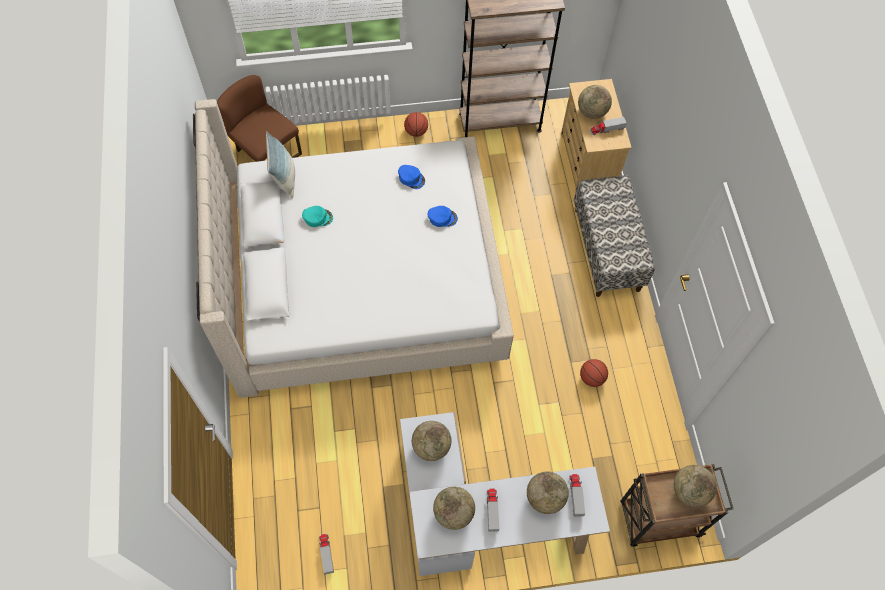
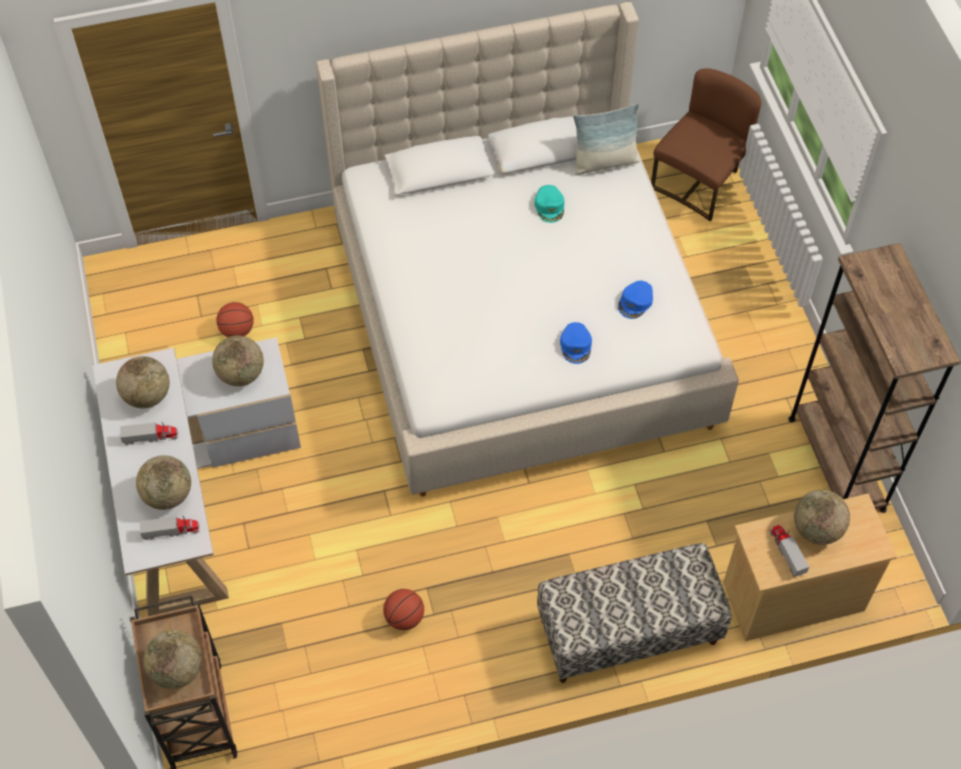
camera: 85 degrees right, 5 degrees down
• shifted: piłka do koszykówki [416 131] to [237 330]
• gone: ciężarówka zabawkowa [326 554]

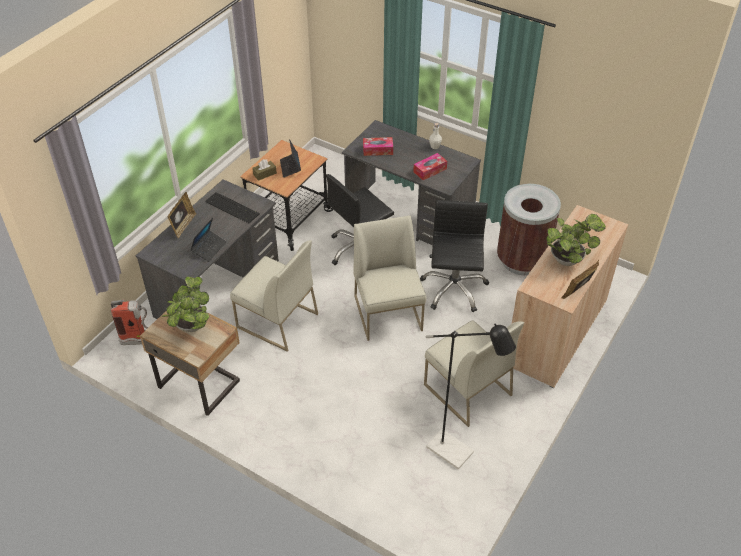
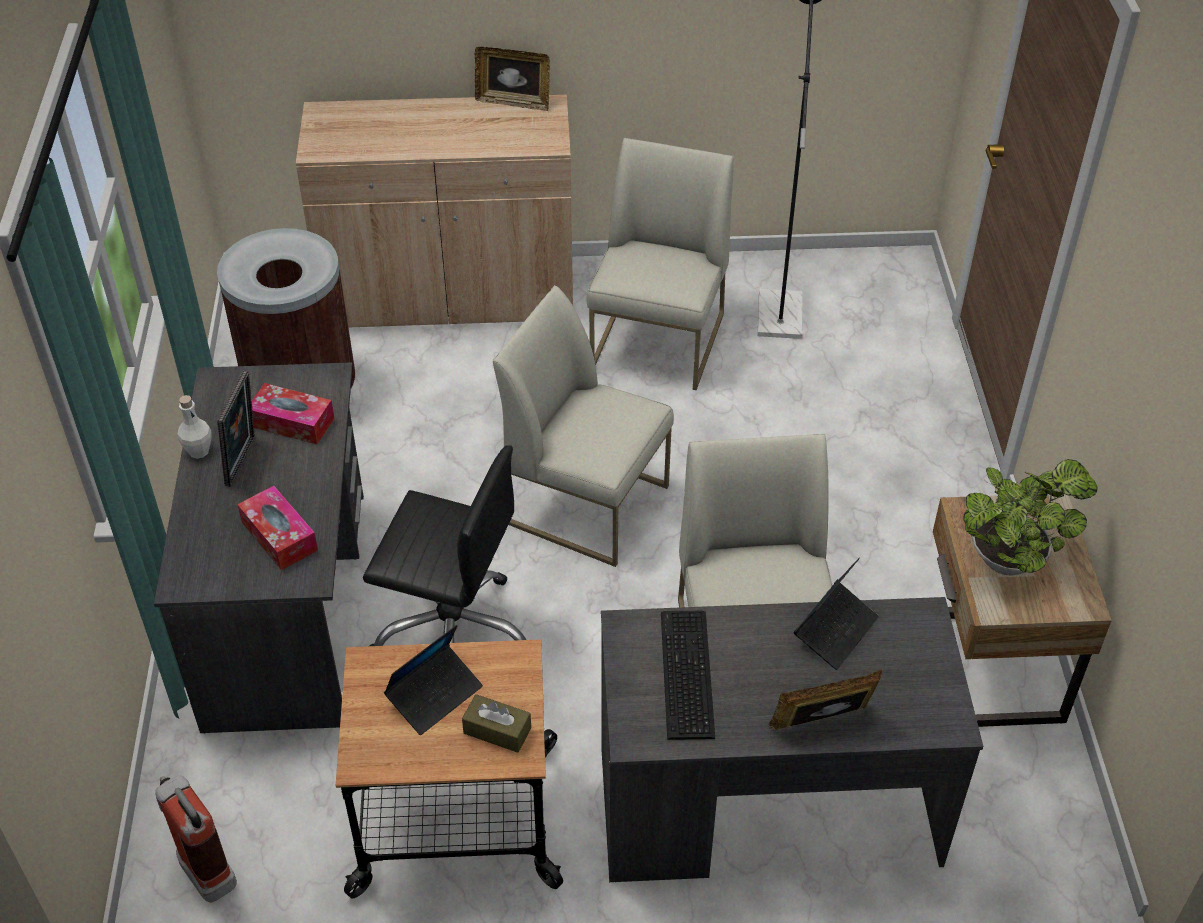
camera: 125 degrees left, 0 degrees up
• shifted: gaśnica [139 340] to [202 865]
• new: ramka na zdjęcie [244 462]
• rotated: krzesło [biały] [388 313] = [587 503] 75 degrees clockwise
• rotated: laptop [209 248] = [835 630] 135 degrees clockwise
• gone: krzesło biurowe [czarny] [453 289]
• gone: roślina doniczkowa [568 259]

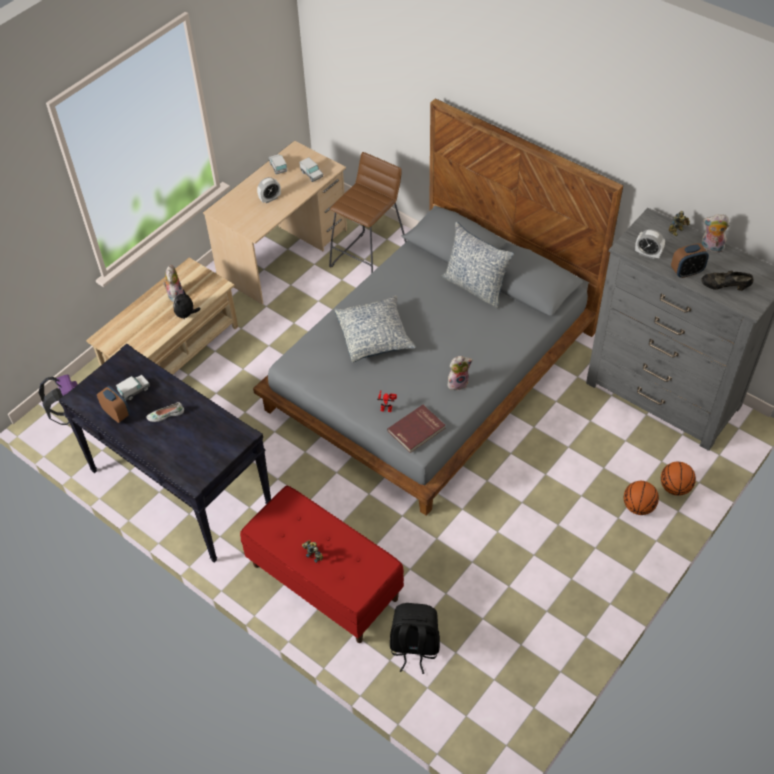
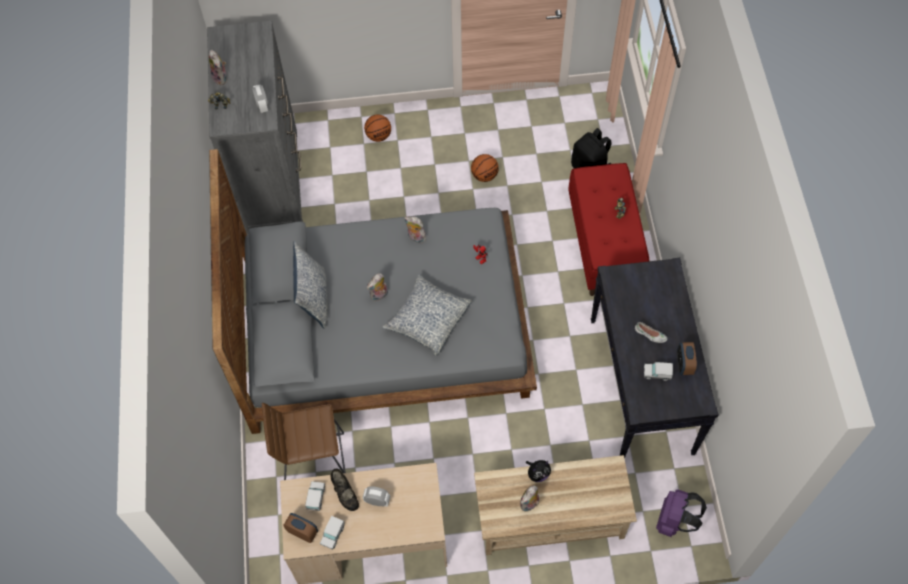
camera: 135 degrees left, 10 degrees up
• shifted: budzik [686 272] to [303 532]
• shifted: but [czarny] [724 287] to [345 493]
• new: pluszak [379 295]
• shifted: piłka do koszykówki [674 487] to [484 175]
• gone: książka [czerwony] [417 430]

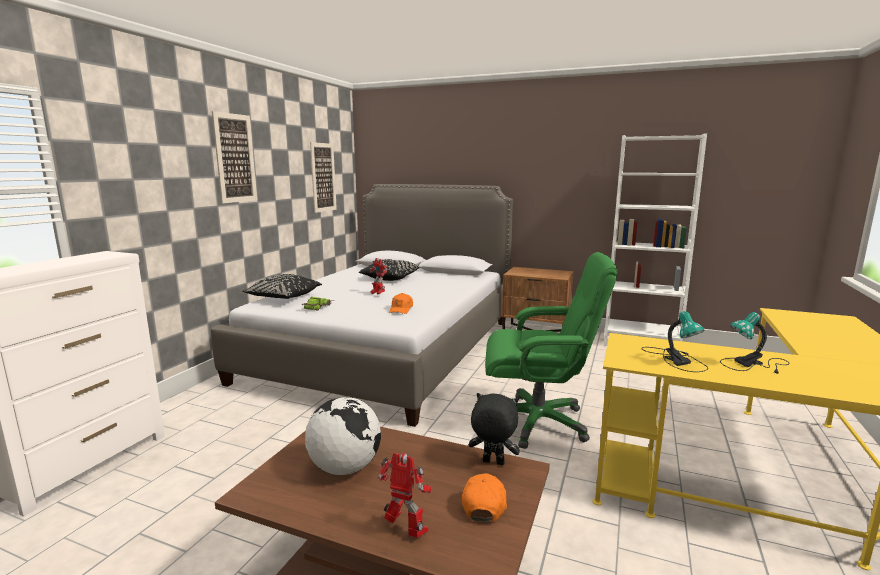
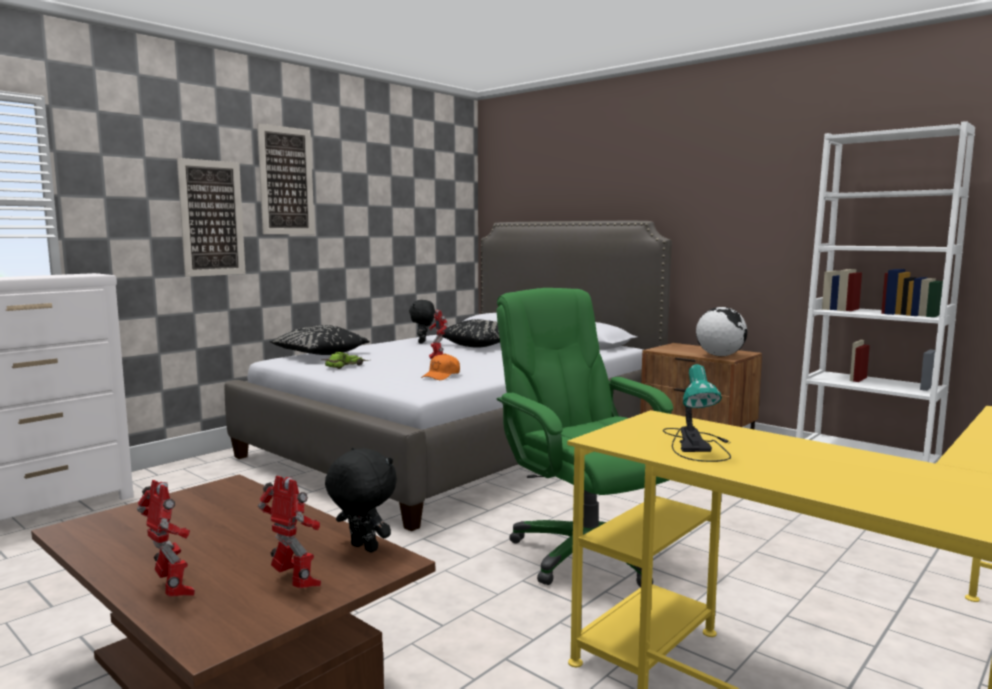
camera: 20 degrees right, 5 degrees down
• shifted: obraz [323 177] to [212 218]
• swapped: czapka z daszkiem [pomarańczowy] [484 503] to robot zabawkowy [295 584]
• new: pluszak [czarny] [423 342]
• rotated: krzesło biurowe [zielony] [538 422] = [587 553] 150 degrees counterclockwise
• shifted: globus [345 468] to [719 356]
• gone: lampa stołowa [754 364]

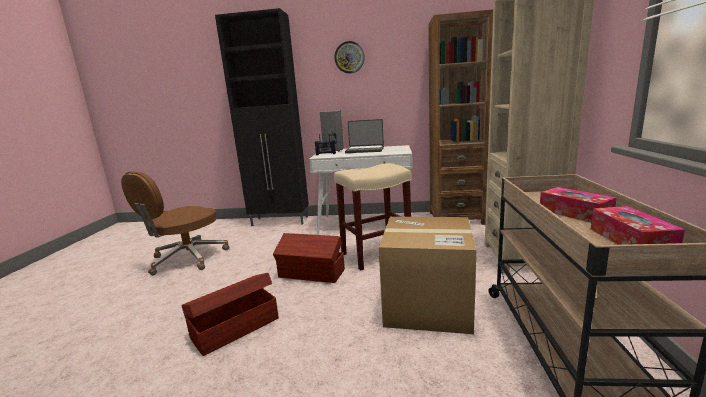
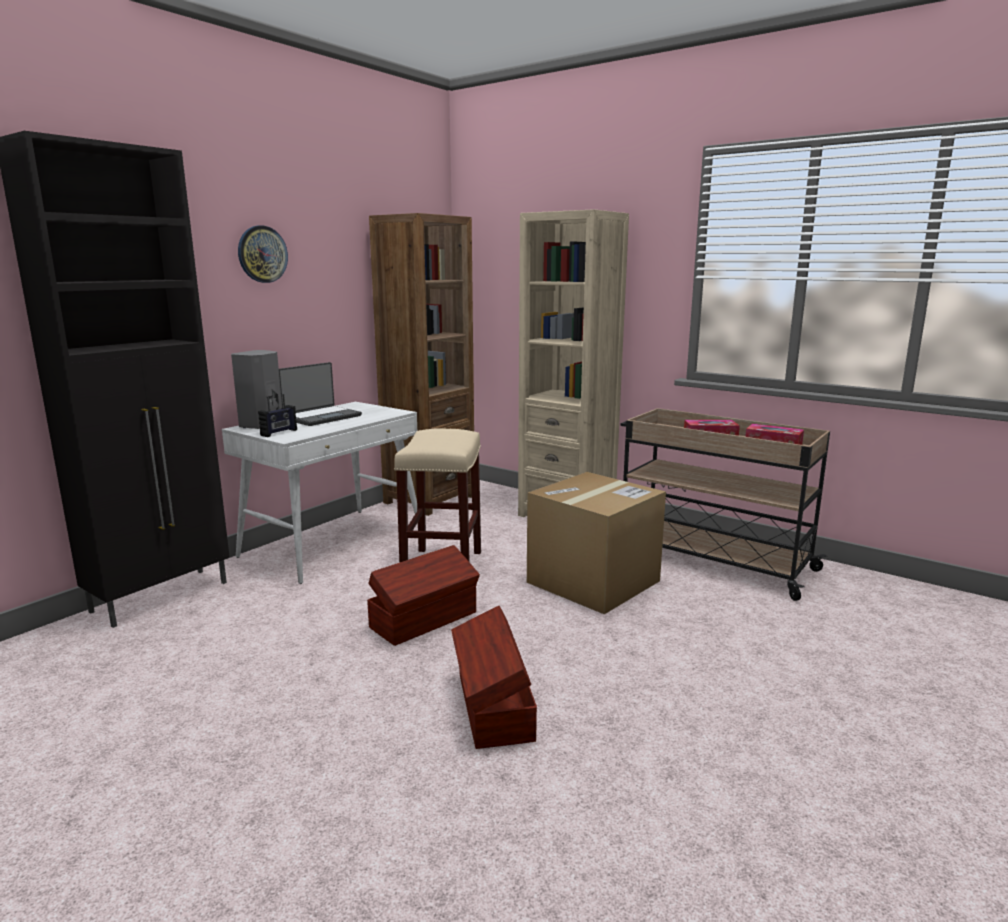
camera: 60 degrees left, 0 degrees up
• gone: krzesło biurowe [brązowy] [186 259]

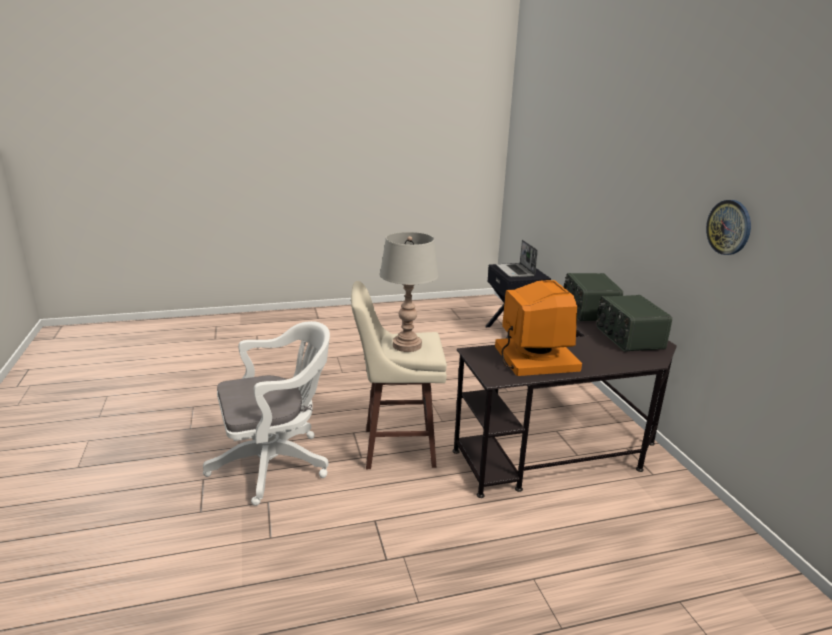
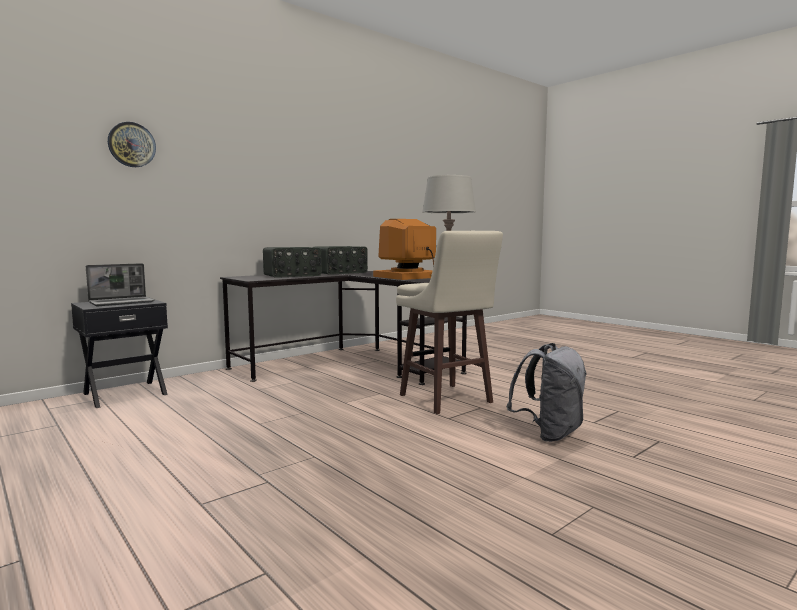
camera: 115 degrees left, 15 degrees down
• shifted: zegar ścienny [729 227] to [131 145]
• swapped: krzesło biurowe [biały] [276 463] to plecak [szary] [549 434]

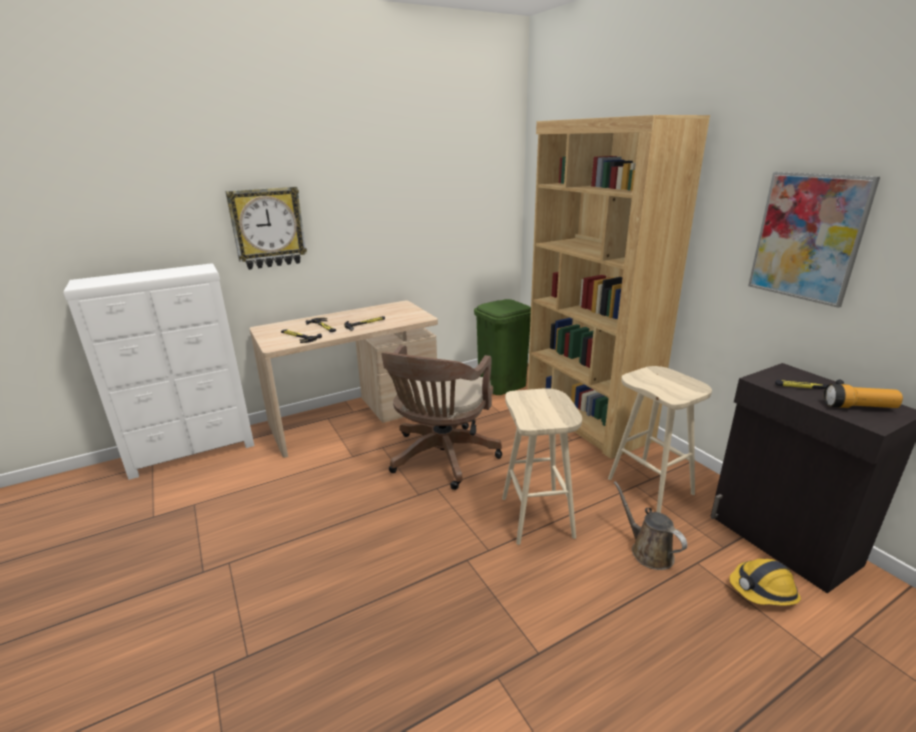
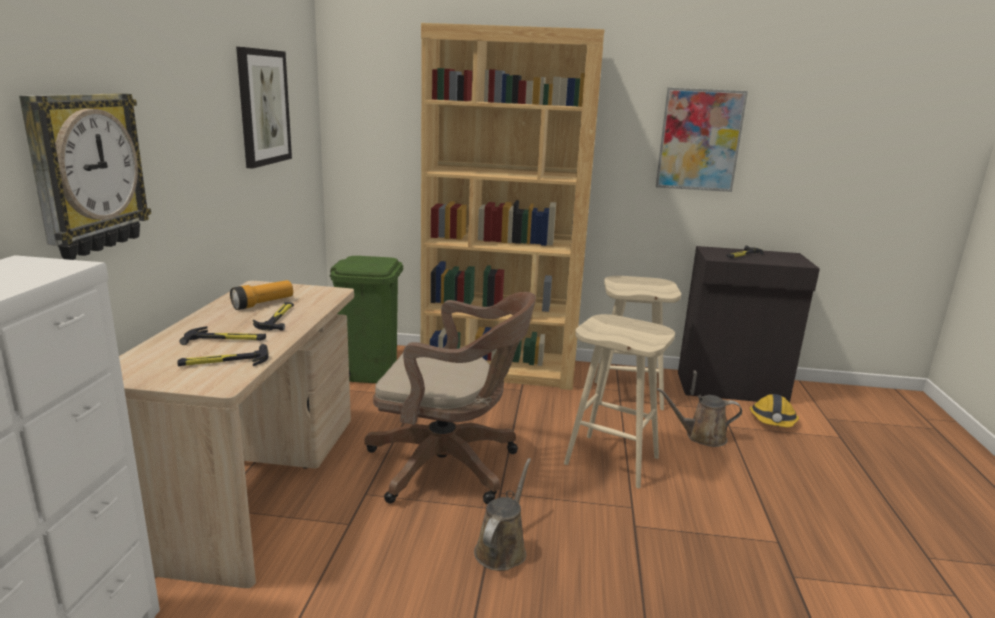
camera: 55 degrees left, 5 degrees down
• shifted: latarka [858 407] to [263 304]
• new: obraz [263 107]
• rotated: krzesło biurowe [brązowy] [441 459] = [450 466] 45 degrees counterclockwise
• new: konewka [brązowy] [502 549]

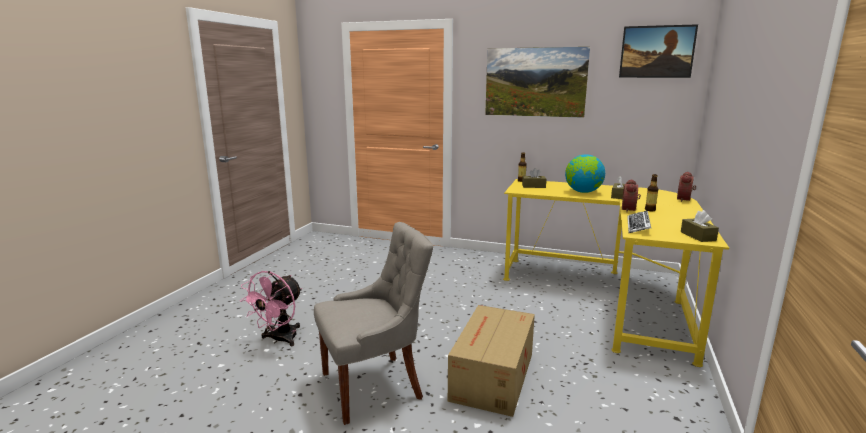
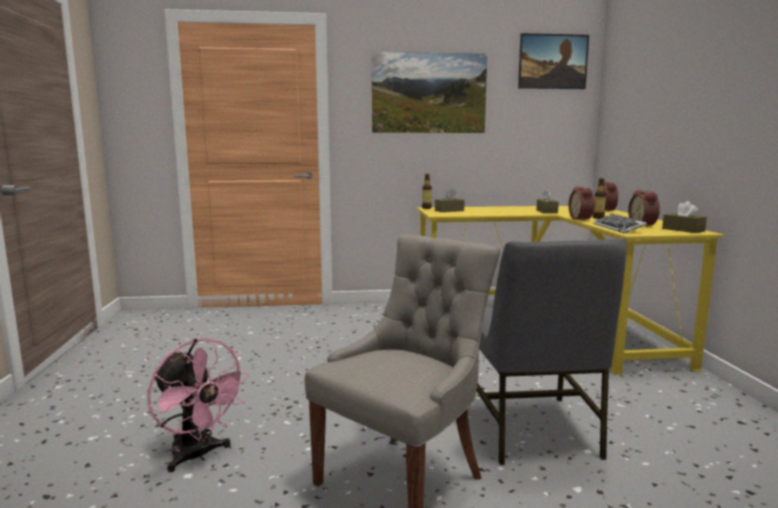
camera: 25 degrees left, 5 degrees down
• rotated: wentylator [różowy] [279 340] = [198 456] 45 degrees counterclockwise
• swapped: karton [491 377] to krzesło [szary] [531 429]
• new: budzik [644 225]
• gone: globus [583 192]

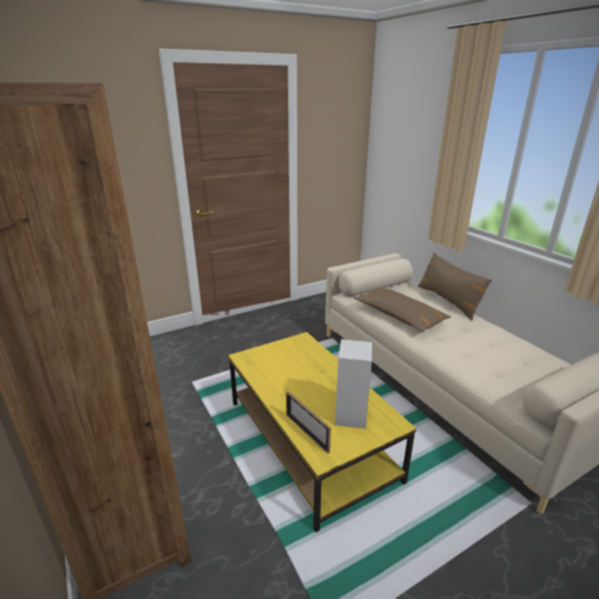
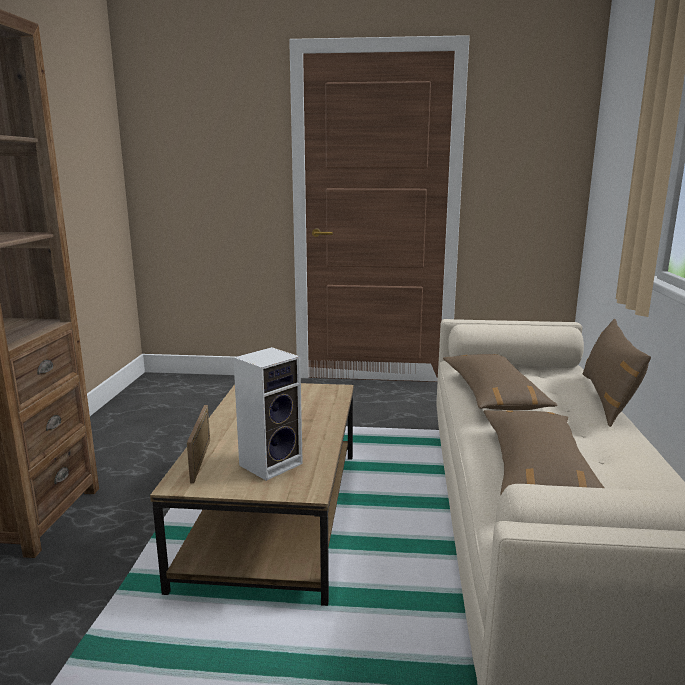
camera: 35 degrees right, 10 degrees down
• repainted: ława [żółty] [311 440] to ława [brązowy] [275 515]
• new: poduszka [brązowy] [537 471]

